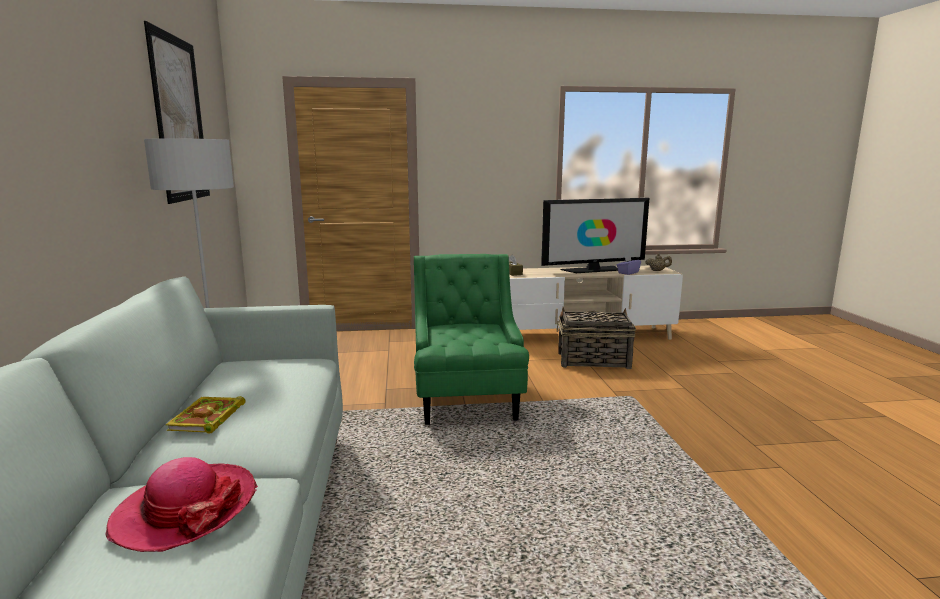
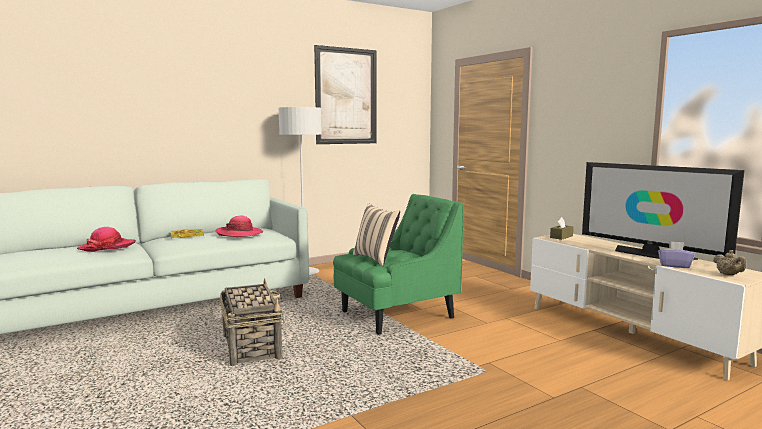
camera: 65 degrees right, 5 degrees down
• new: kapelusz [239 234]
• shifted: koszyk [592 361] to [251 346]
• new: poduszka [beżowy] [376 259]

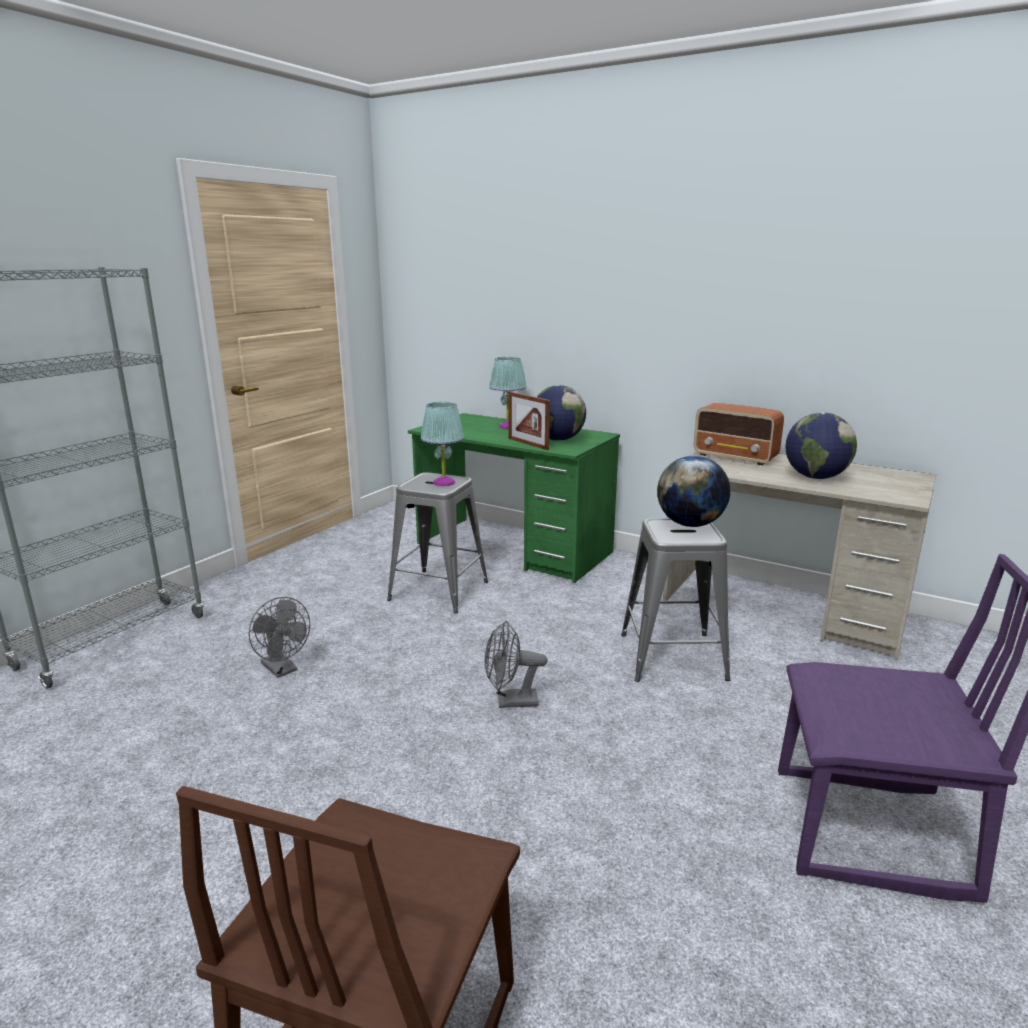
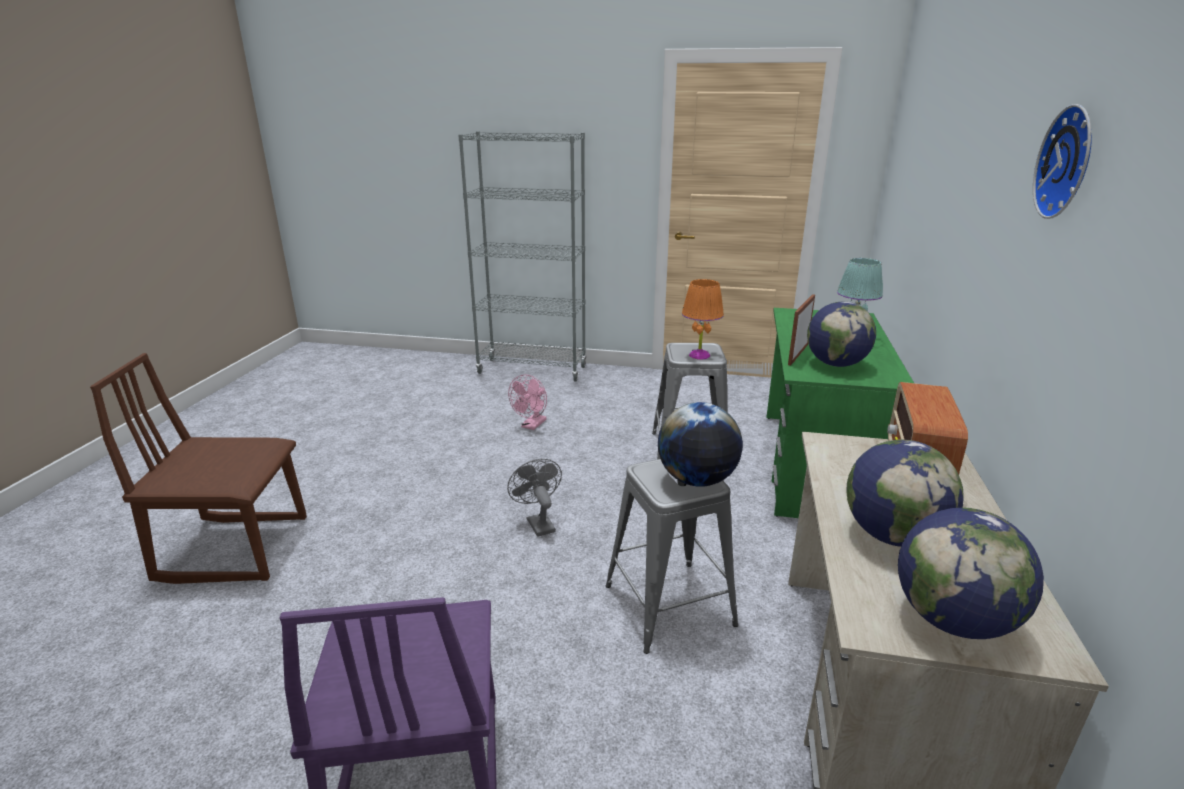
camera: 70 degrees right, 5 degrees up
• repainted: wentylator [szary] [282 669] to wentylator [różowy] [532 425]
• repainted: lampa stołowa [turkusowy] [443 482] to lampa stołowa [pomarańczowy] [699 355]
• new: globus [952 620]
• new: zegar ścienny [1070 163]

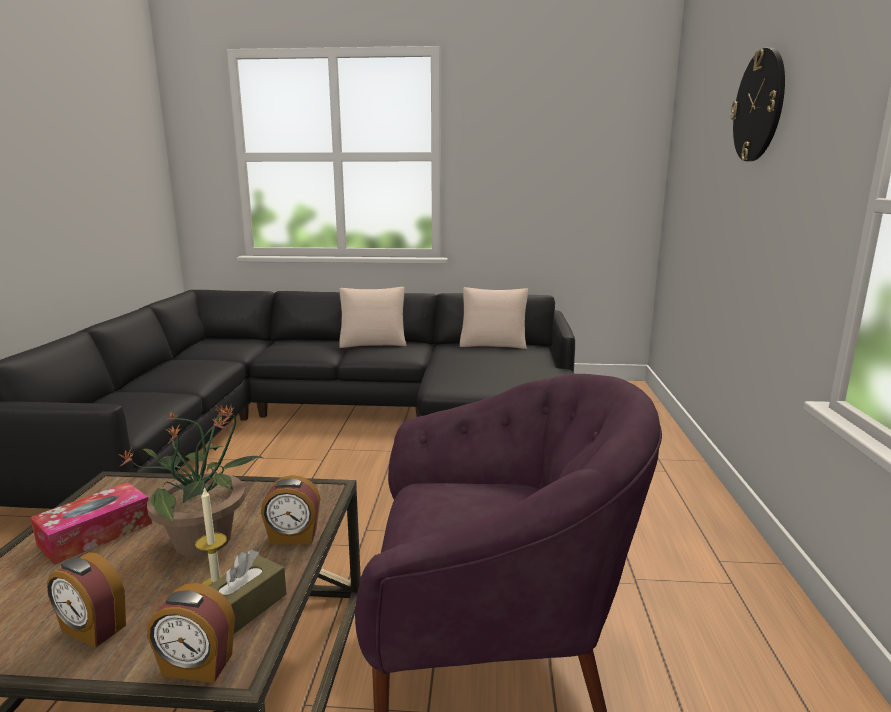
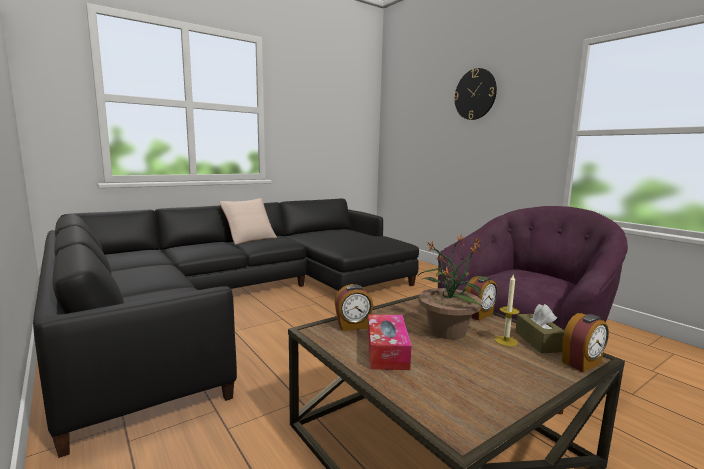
camera: 40 degrees left, 5 degrees down
• shifted: budzik [92 629] to [353 326]
• gone: poduszka [beżowy] [493 343]

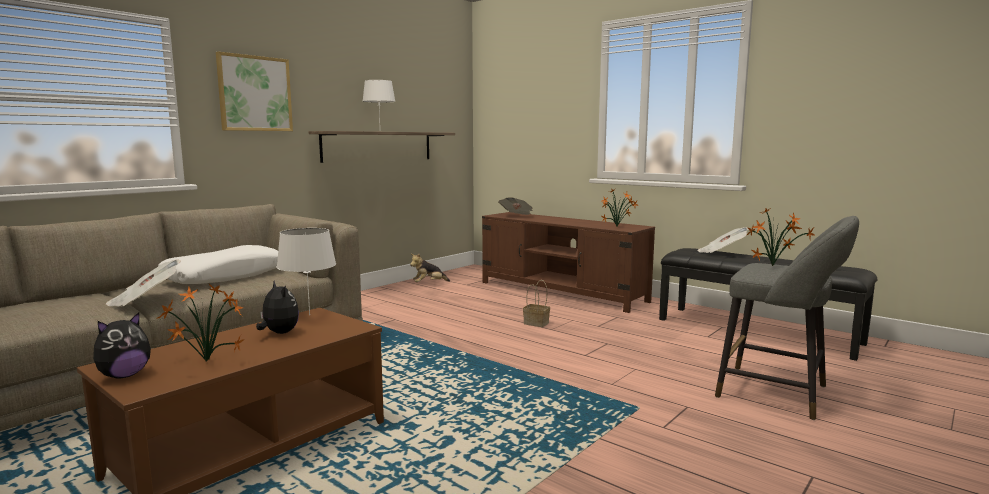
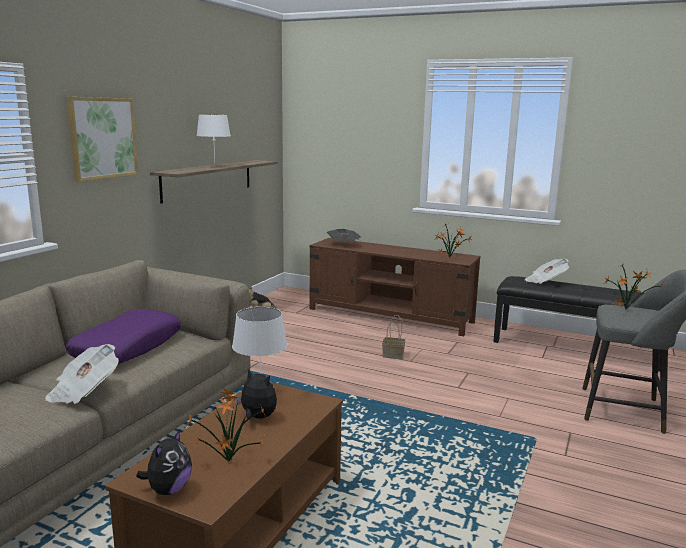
camera: 15 degrees left, 5 degrees up
• repainted: poduszka [biały] [224 276] to poduszka [fioletowy] [127 347]

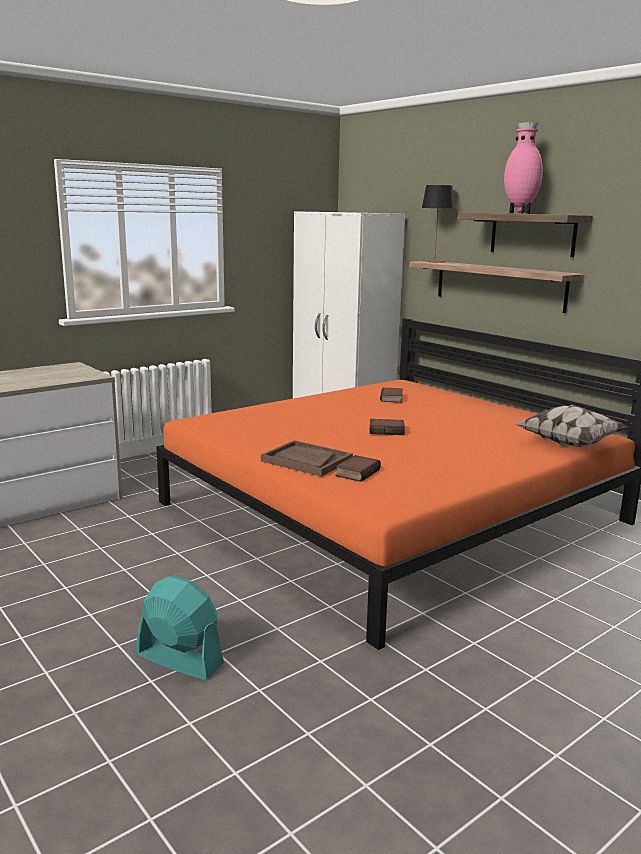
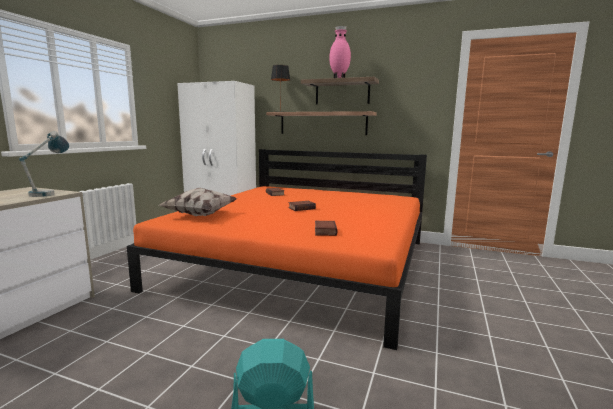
camera: 30 degrees left, 5 degrees down
• new: lampa stołowa [50 193]
• shifted: poduszka [568 443] to [200 214]
• gone: taca [brązowy] [306 460]

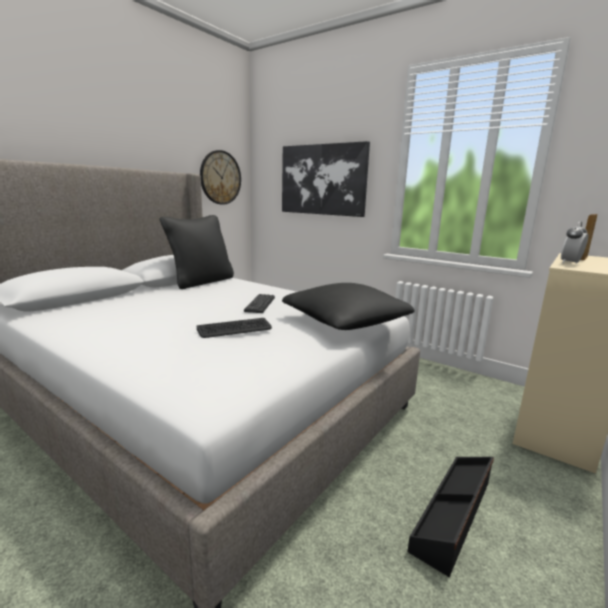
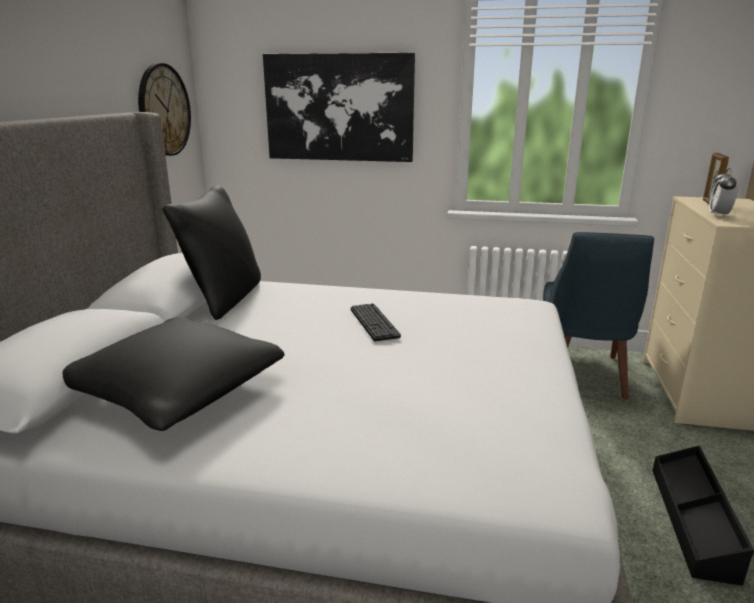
camera: 25 degrees left, 5 degrees up
• shifted: poduszka [czarny] [345 322] to [176 392]
• new: krzesło [niebieski] [582 375]
• gone: klawiatura [235 329]

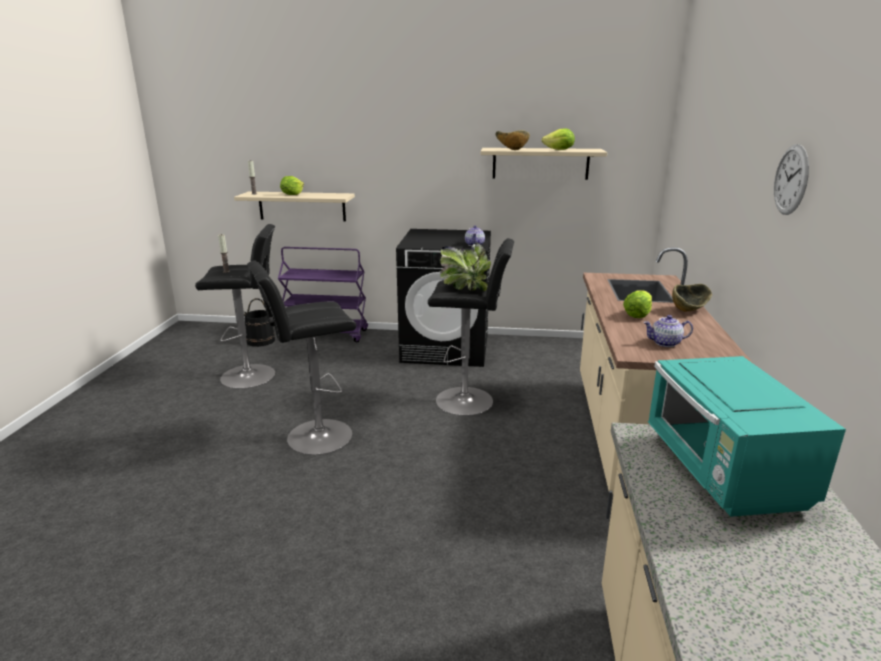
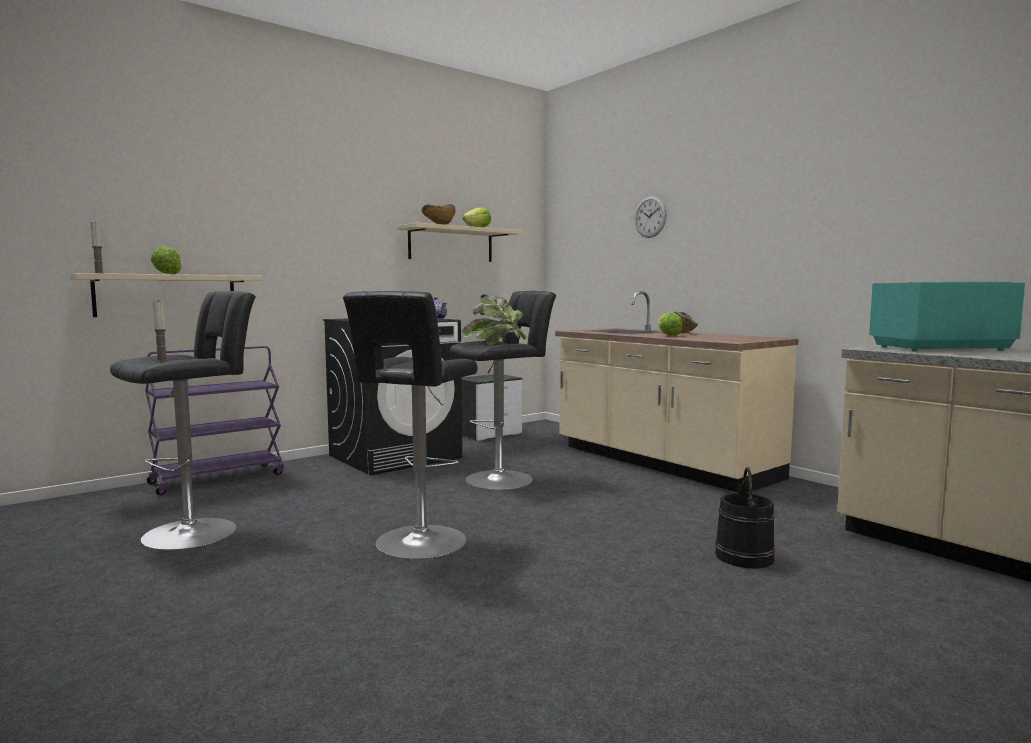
camera: 45 degrees left, 15 degrees down
• new: szafka nocna [489 434]
• shifted: zegar ścienny [791 180] to [650 217]
• shifted: wiadro [czarny] [260 341] to [744 556]
• rotated: mikrofalówka [turkusowy] [723 472] = [937 348] 135 degrees clockwise
• gone: imbryk [666 343]

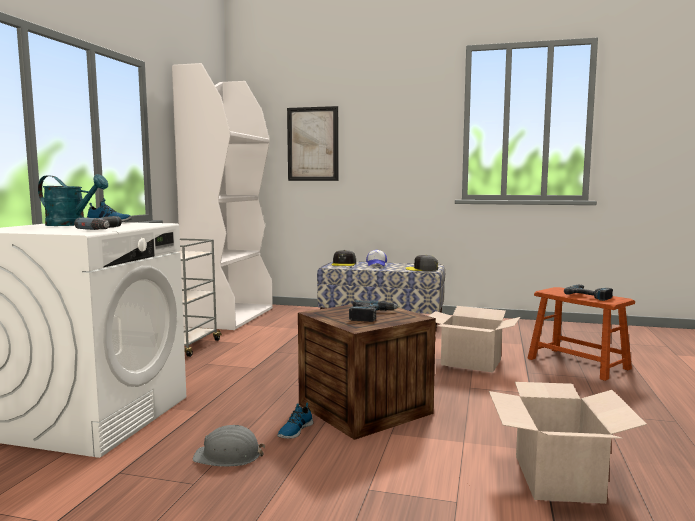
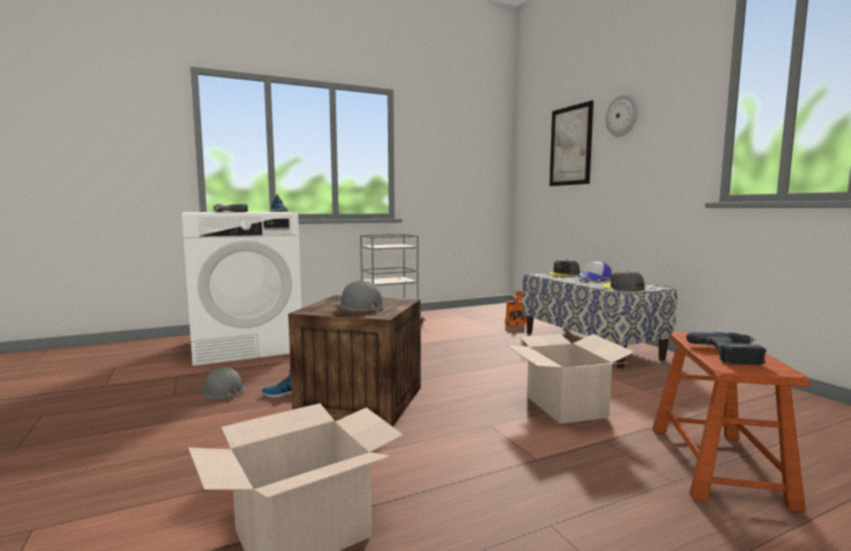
camera: 50 degrees right, 0 degrees up
• swapped: wiertarka [371 315] to kask [szary] [360 306]
• new: konewka [pomarańczowy] [515 322]
• new: zegar ścienny [622 115]
• gone: konewka [turkusowy] [71 225]
• gone: regał [biały] [230 316]

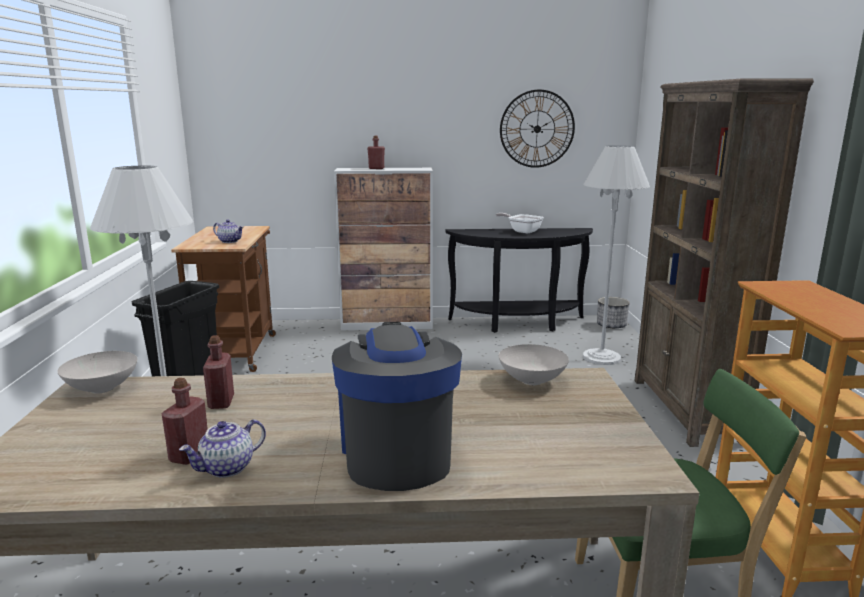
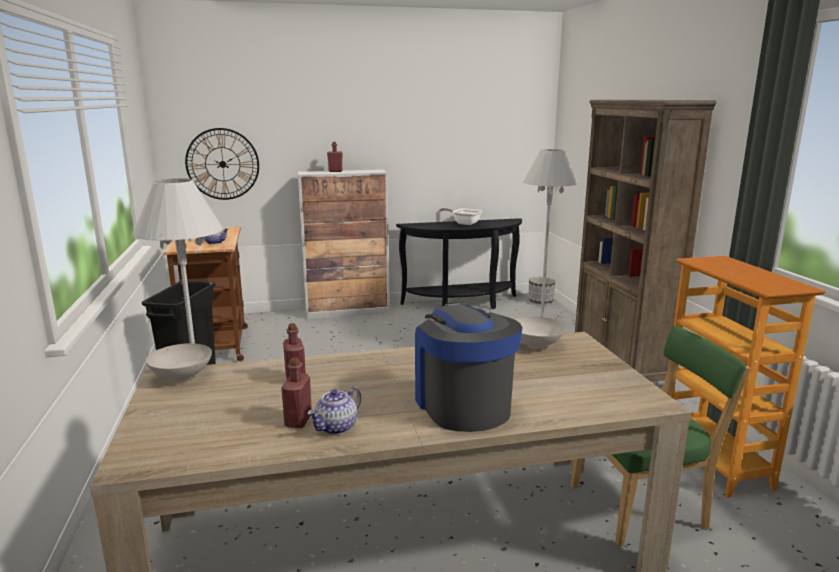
camera: 10 degrees left, 0 degrees up
• shifted: zegar ścienny [537 129] to [222 164]

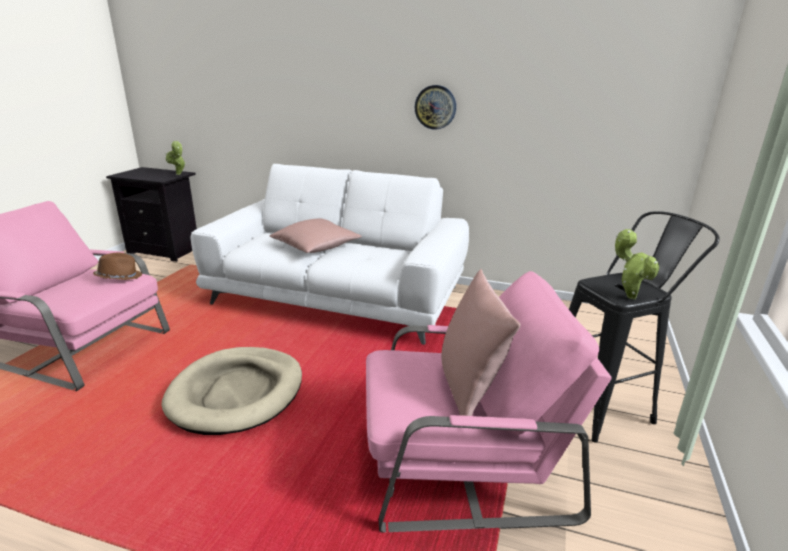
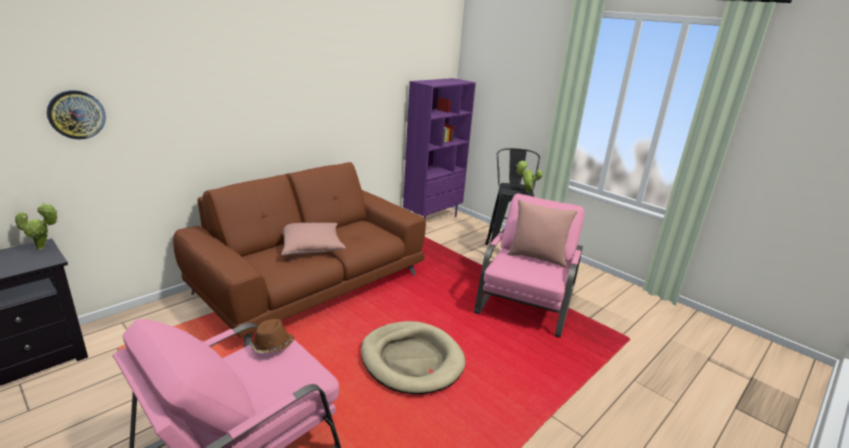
camera: 65 degrees left, 0 degrees up
• shifted: zegar ścienny [435 107] to [76 114]
• repainted: kanapa [biały] [338 296] to kanapa [brązowy] [311 284]
• new: regał [fioletowy] [432 218]

